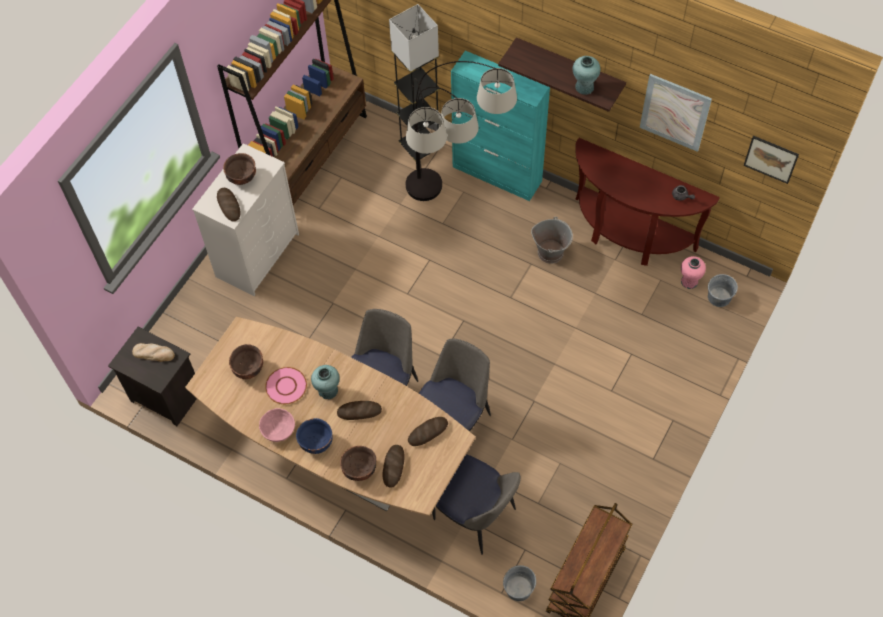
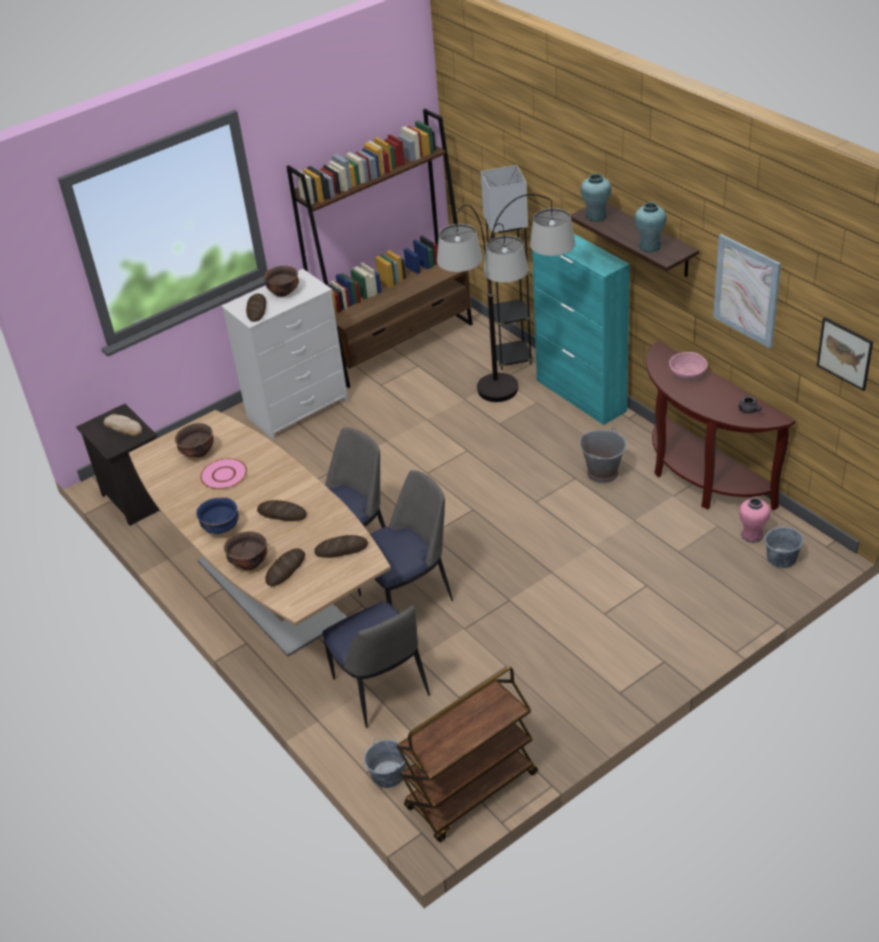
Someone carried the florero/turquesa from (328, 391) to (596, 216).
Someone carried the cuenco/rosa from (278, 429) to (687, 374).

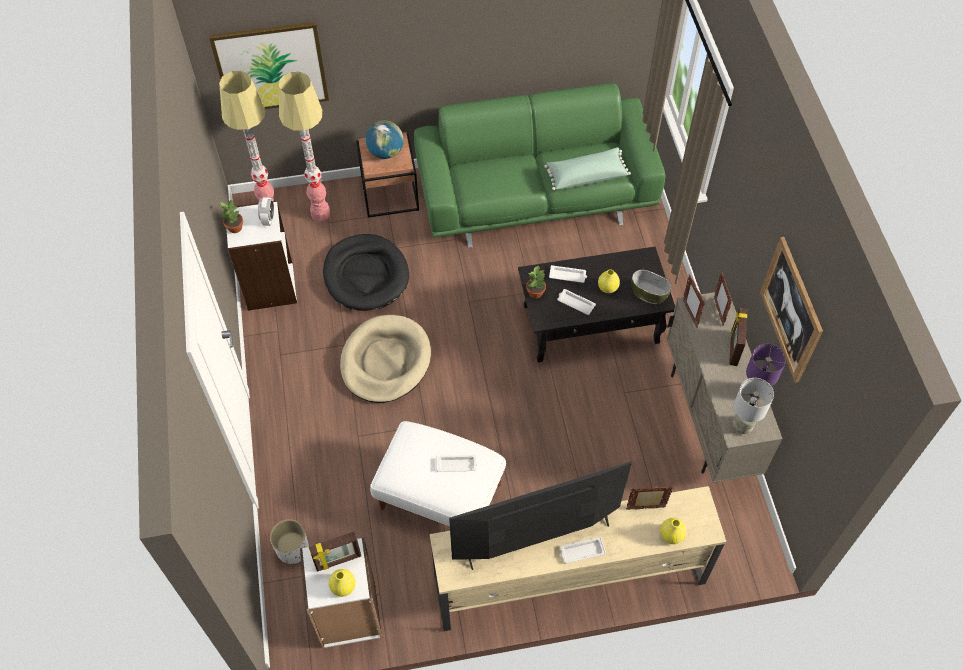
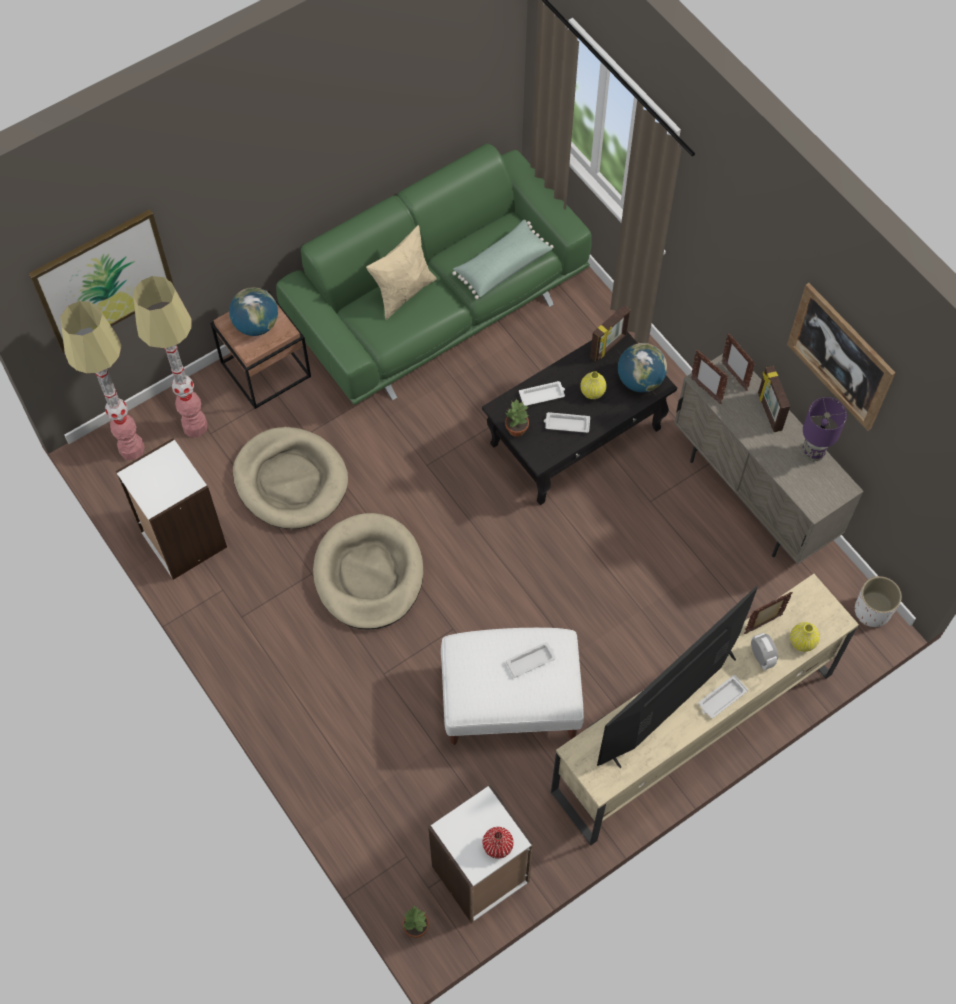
Someone carried the despertador from (268, 219) to (761, 657).
Someone carried the planta en maceta from (234, 227) to (415, 927).
Someone repainted the cama para perro/negro at (366, 275), which became the cama para perro/beis at (291, 480).
Someone swapped the cuenco at (649, 293) for the globo terráqueo at (640, 380).
Someone took away the lámpara de mesa/gris at (742, 426).
Someone carried the maceta/blanco from (293, 549) to (872, 611).
Someone carried the portarretratos from (338, 561) to (608, 346).
Someone repainted the florero/amarillo at (343, 587), which became the florero/rojo at (497, 846).
Someone put down the cojín/beis at (403, 292).

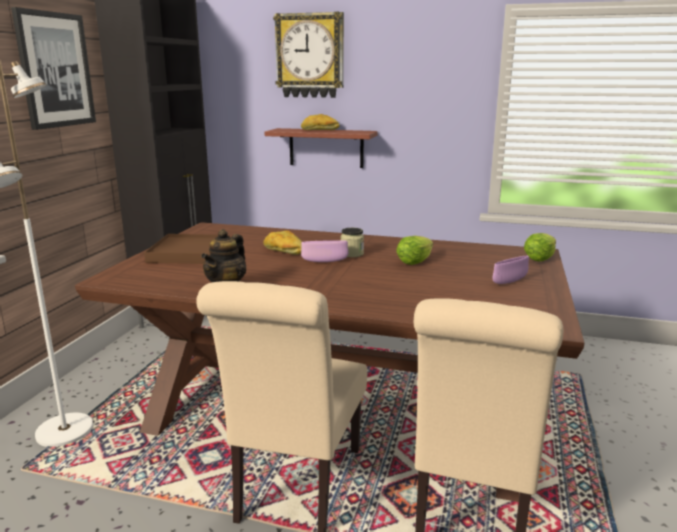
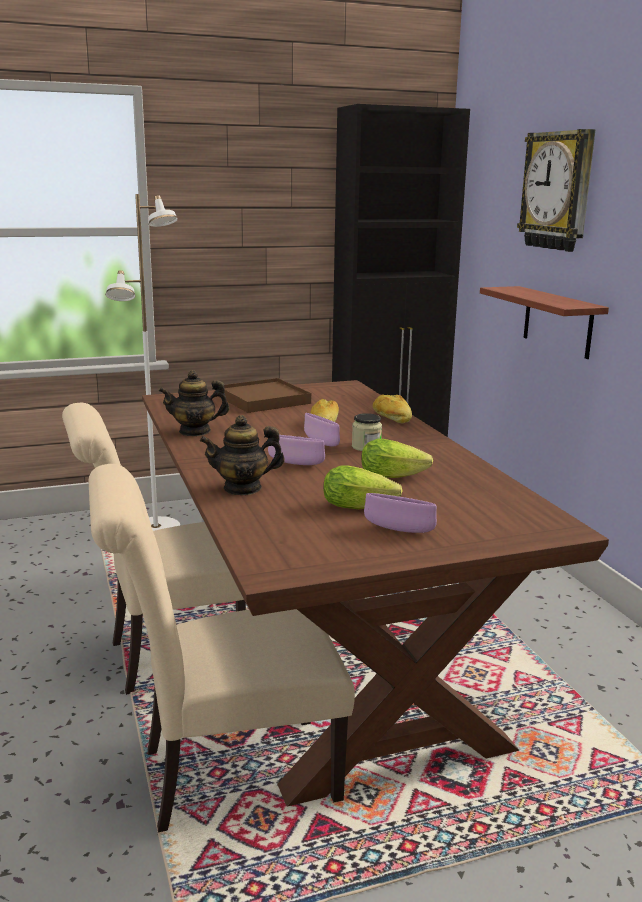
Someone took away the cuadro at (55, 70).
Someone carried the pan from (320, 130) to (391, 418).
Someone carried the lechuga from (541, 257) to (362, 506).
Someone put down the tetera at (243, 488).
Someone put down the cuenco/morado at (296, 464).

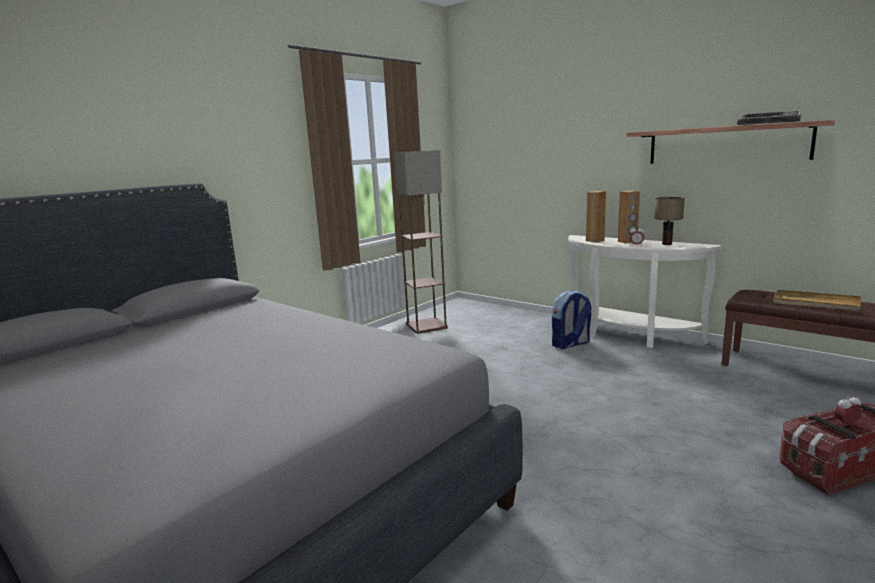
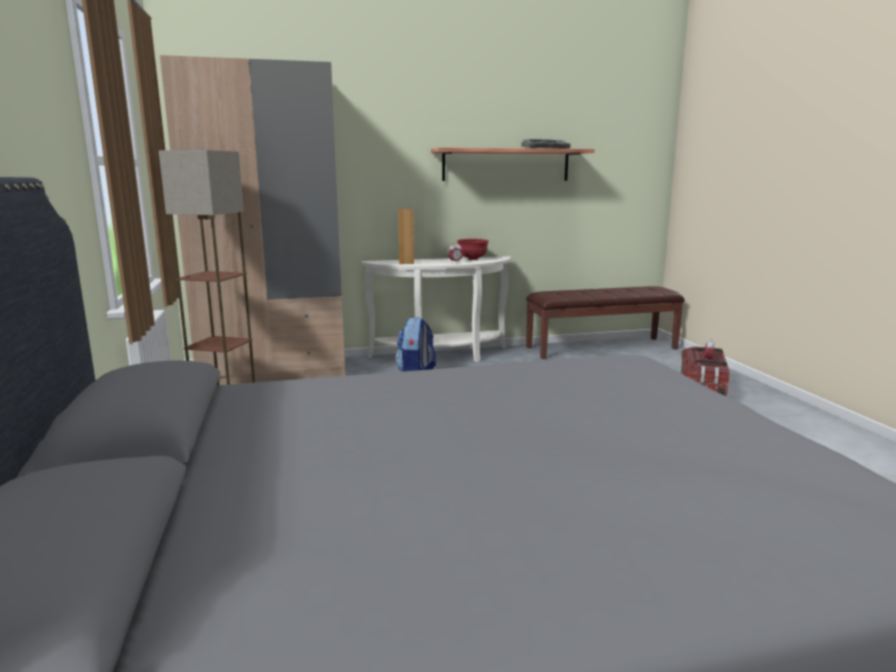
Someone took away the altavoz/marrón at (627, 242).
Someone swapped the lámpara de mesa at (666, 244) for the cuenco/rojo at (472, 259).
Someone took away the bandeja/beis at (815, 303).
Someone put down the armario ropero/beis at (275, 374).

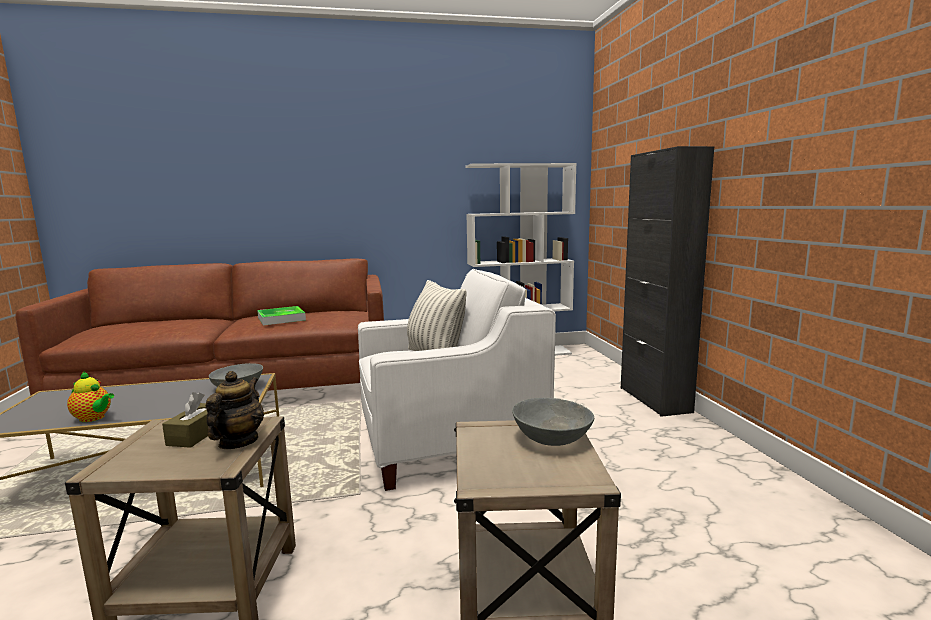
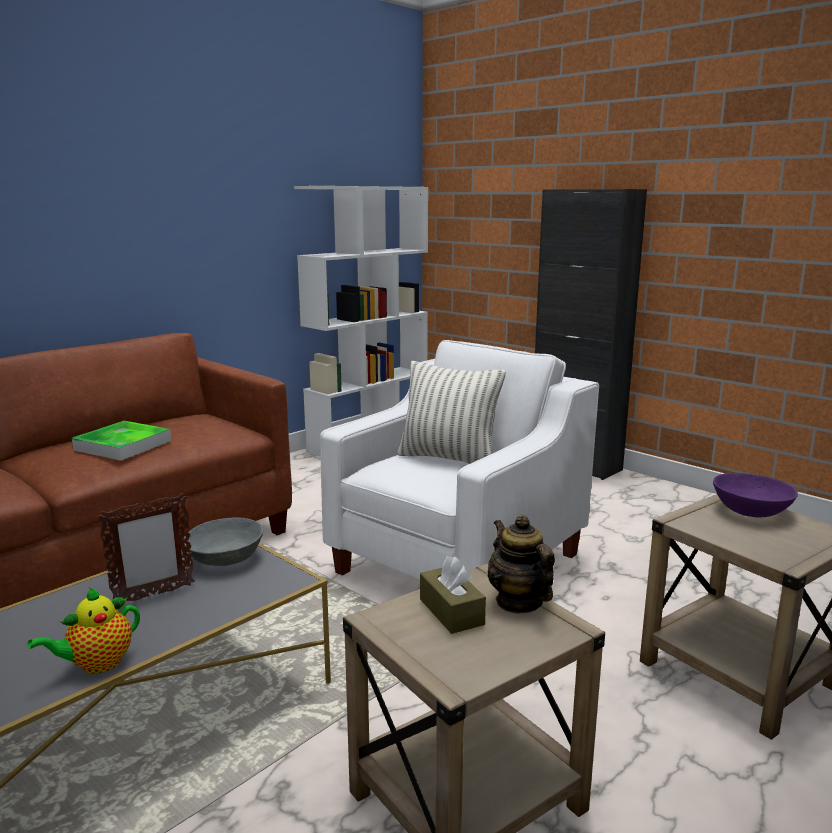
Someone rotated the tetera at (94, 418) by 150 degrees clockwise.
Someone repainted the cuenco/gris at (551, 439), which became the cuenco/morado at (751, 512).
Someone put down the portarretratos at (153, 595).

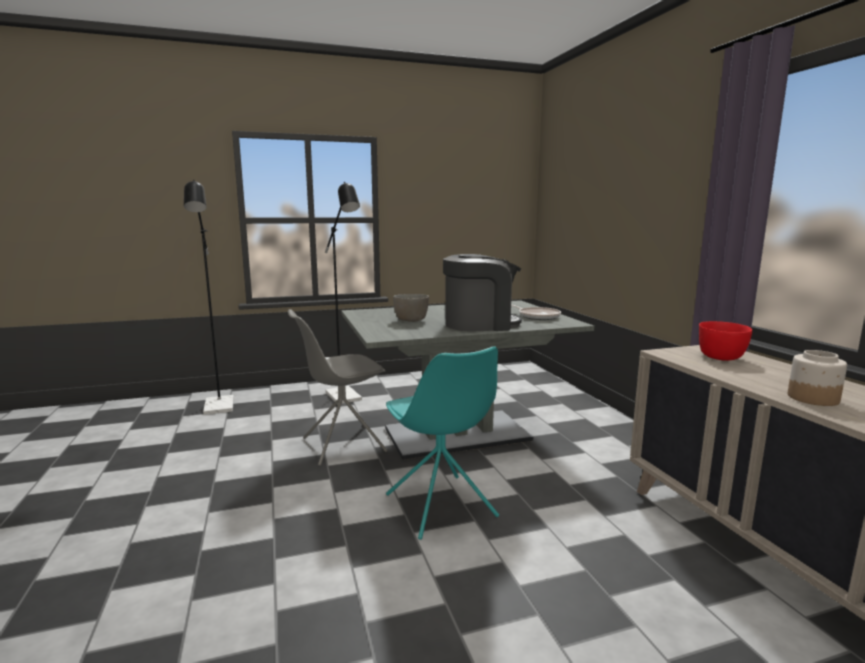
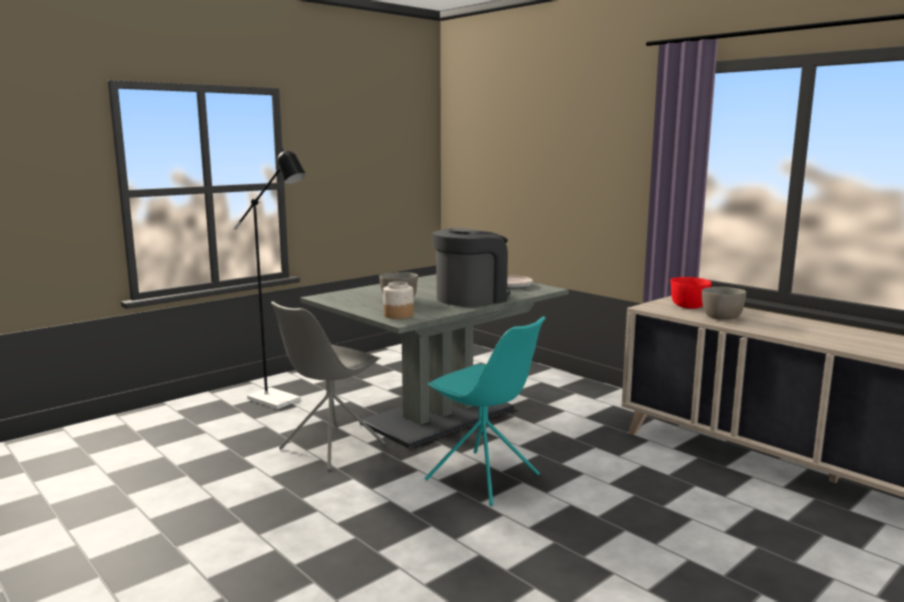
Someone took away the lámpara de pie/negro at (219, 408).
Someone carried the tarro from (812, 398) to (398, 315).
Someone put down the cuenco/gris at (721, 318).

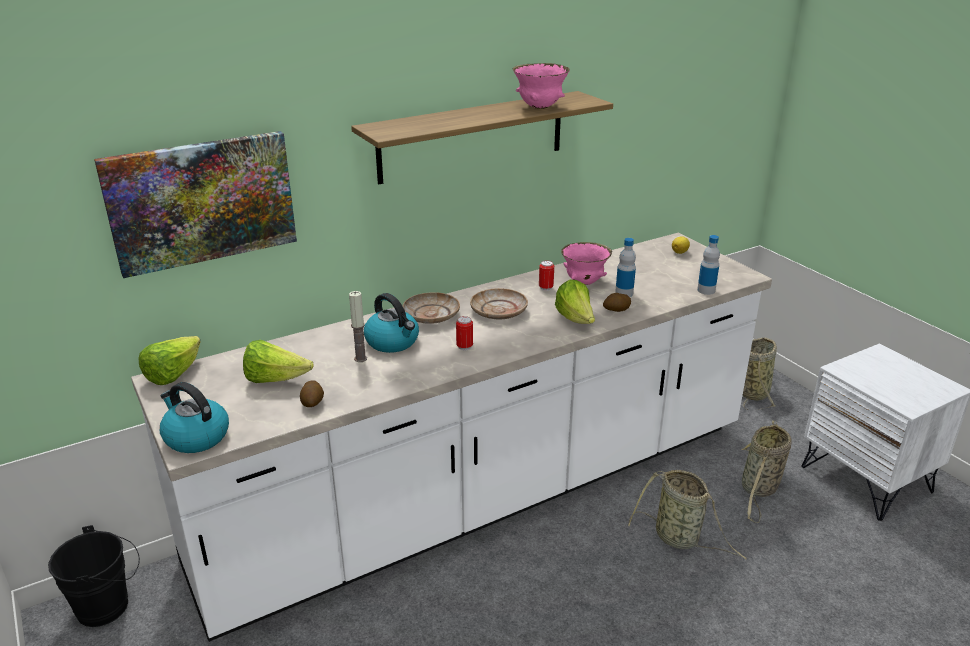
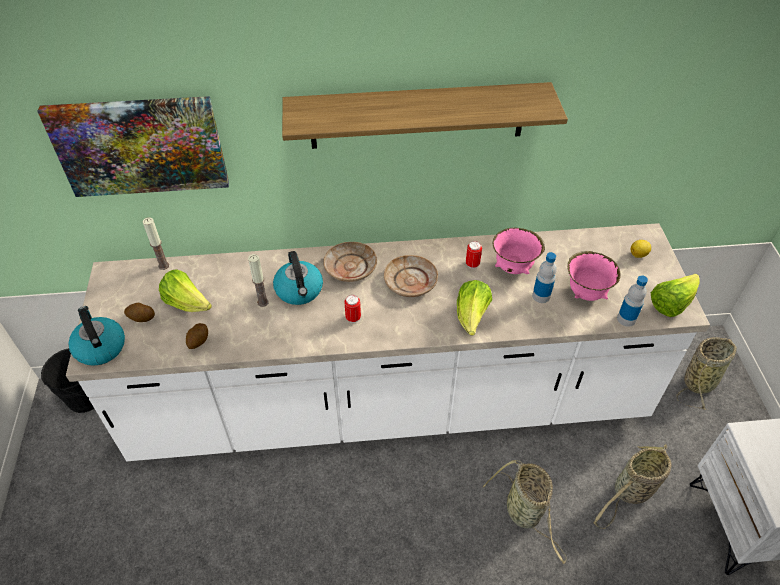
Someone carried the cuenco/rosa from (540, 107) to (586, 293).
Someone carried the patata from (616, 310) to (141, 318).
Someone carried the lechuga from (173, 374) to (671, 304).
Someone put down the vela at (163, 266).

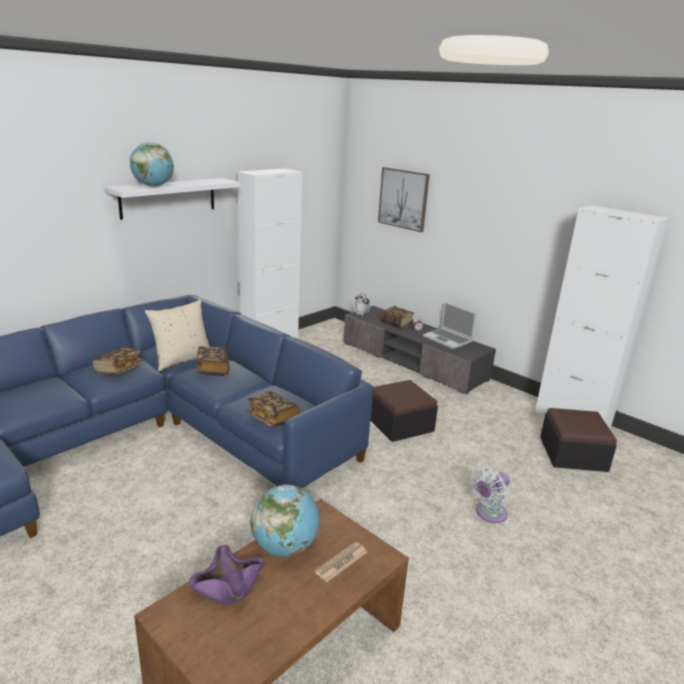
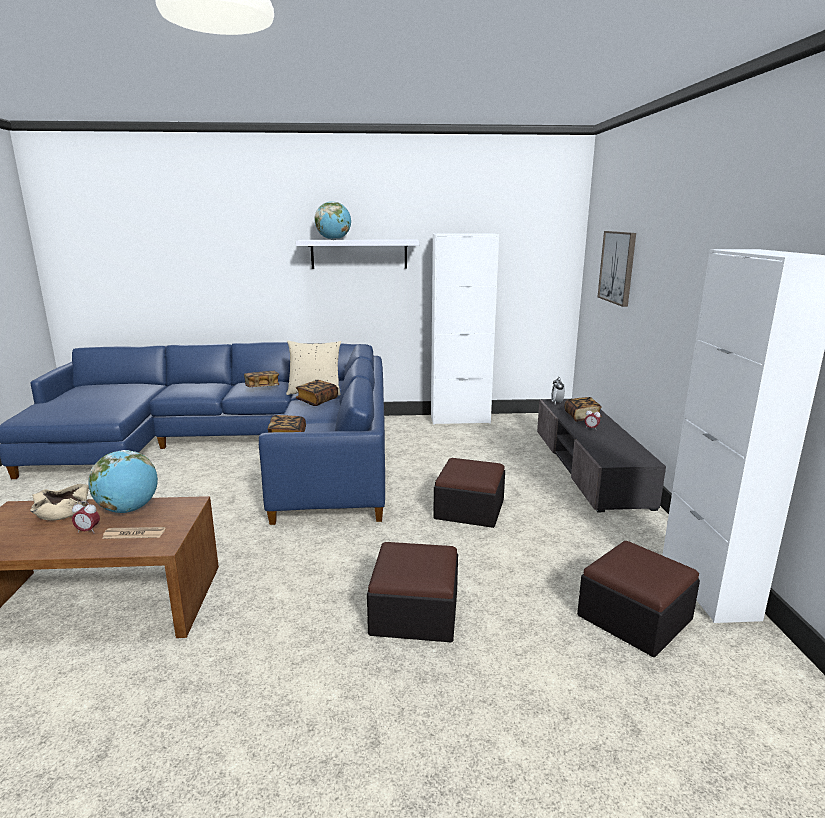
Someone took away the portátil at (448, 340).
Someone swapped the ventilador/blanco at (488, 513) for the puf at (414, 612).
Someone repainted the cuenco/morado at (227, 586), which became the cuenco/beis at (62, 511).
Someone put down the despertador at (88, 531).

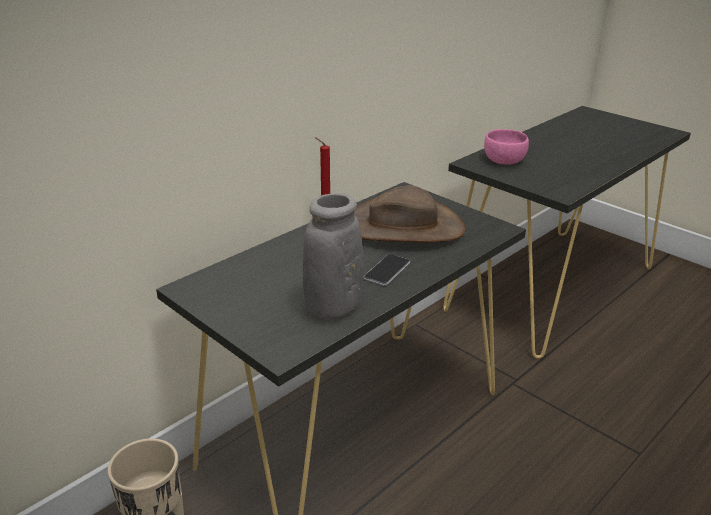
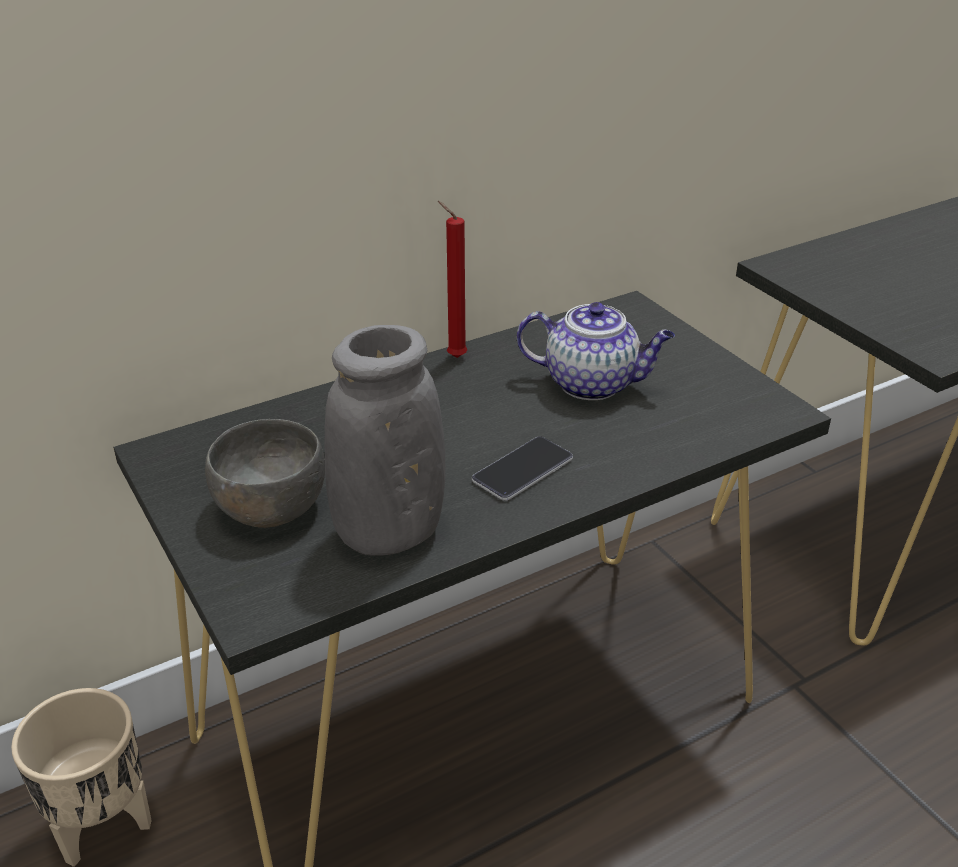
Someone took away the cuenco/rosa at (504, 161).
Someone swapped the sombrero/marrón at (403, 227) for the tetera at (593, 383).
Someone put down the cuenco/gris at (270, 508).

